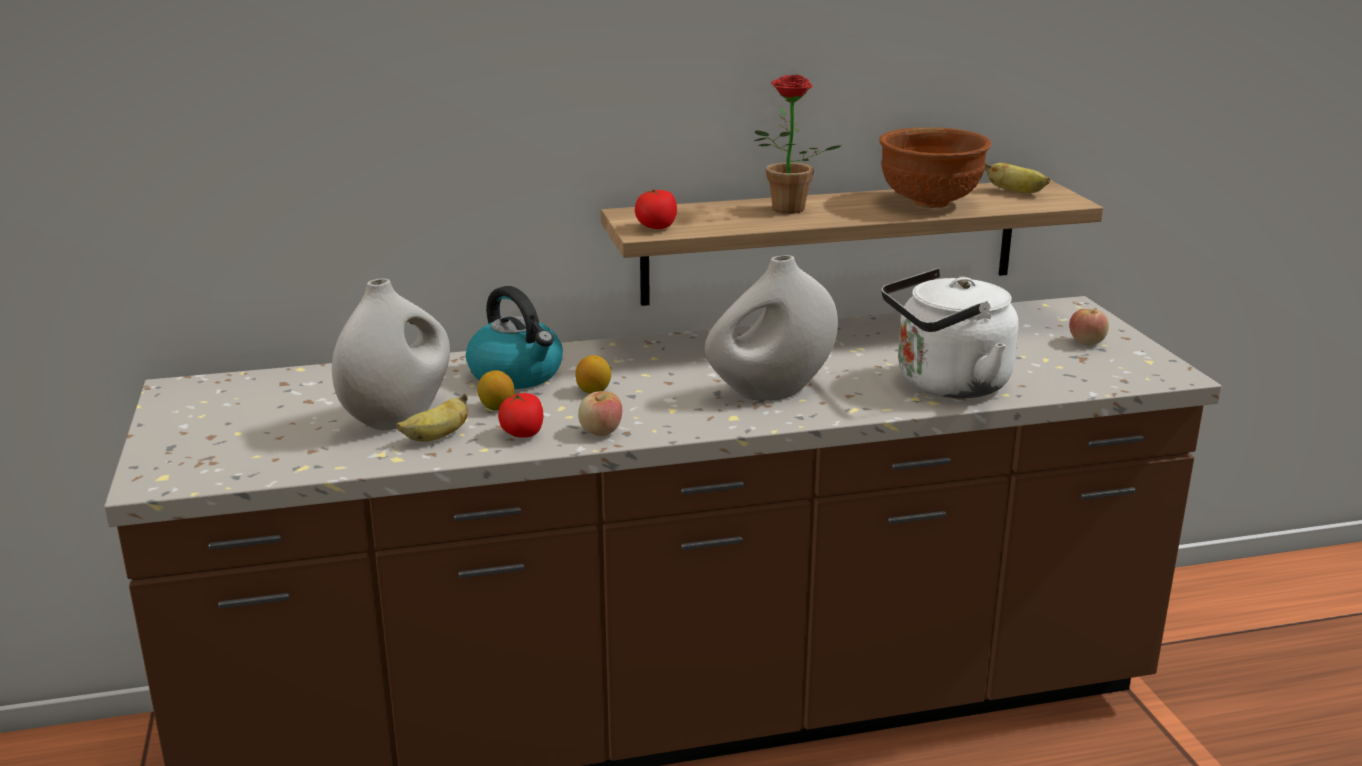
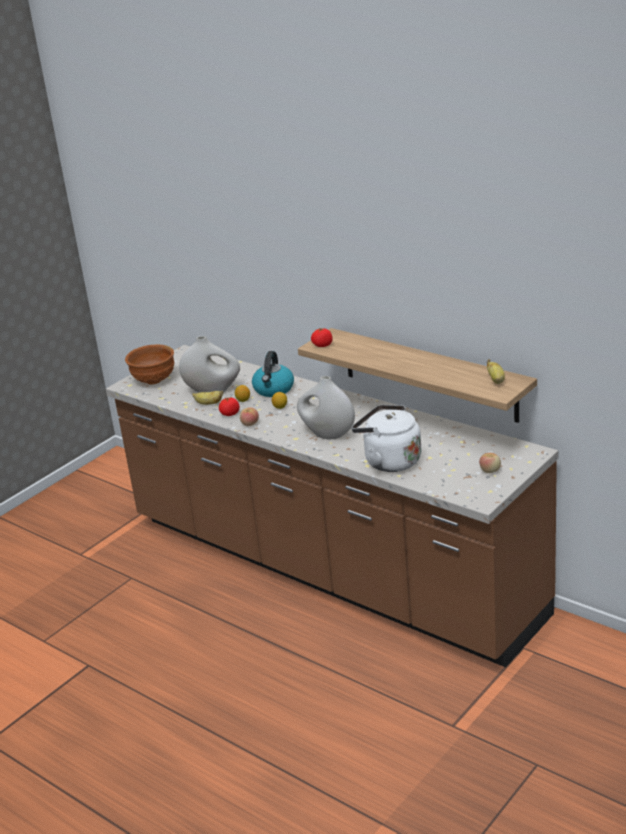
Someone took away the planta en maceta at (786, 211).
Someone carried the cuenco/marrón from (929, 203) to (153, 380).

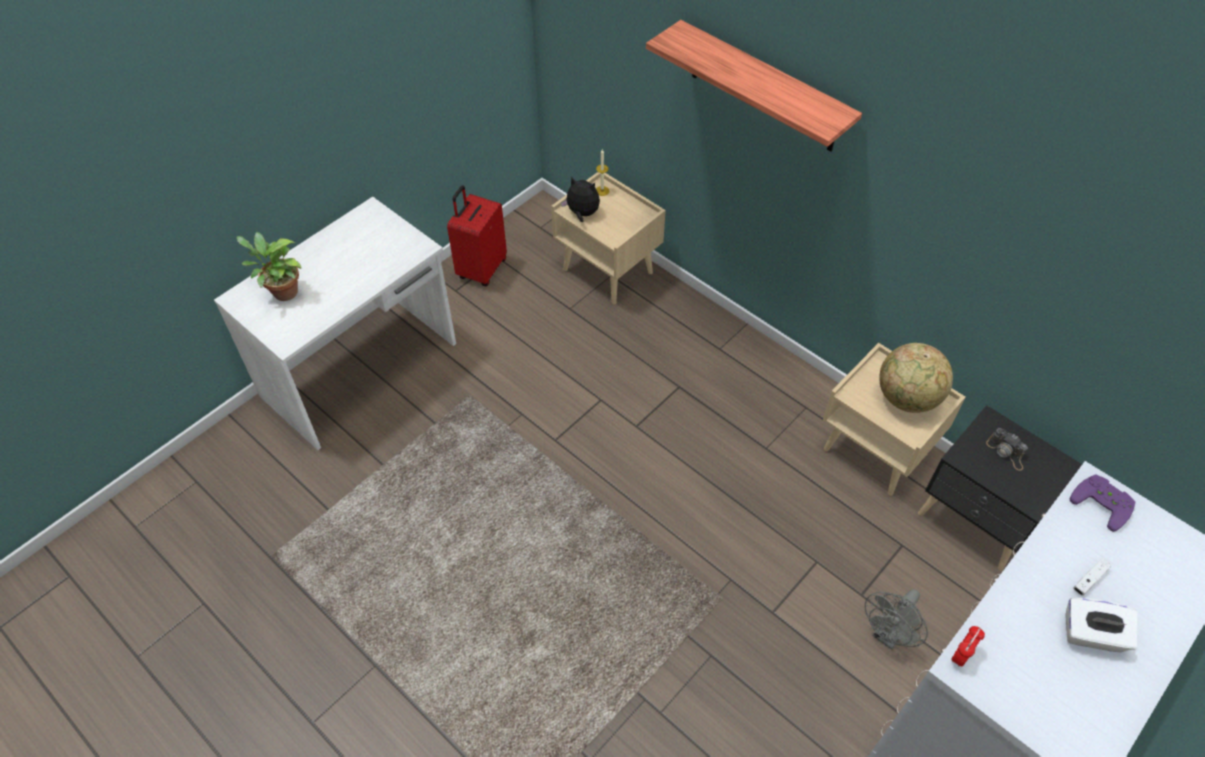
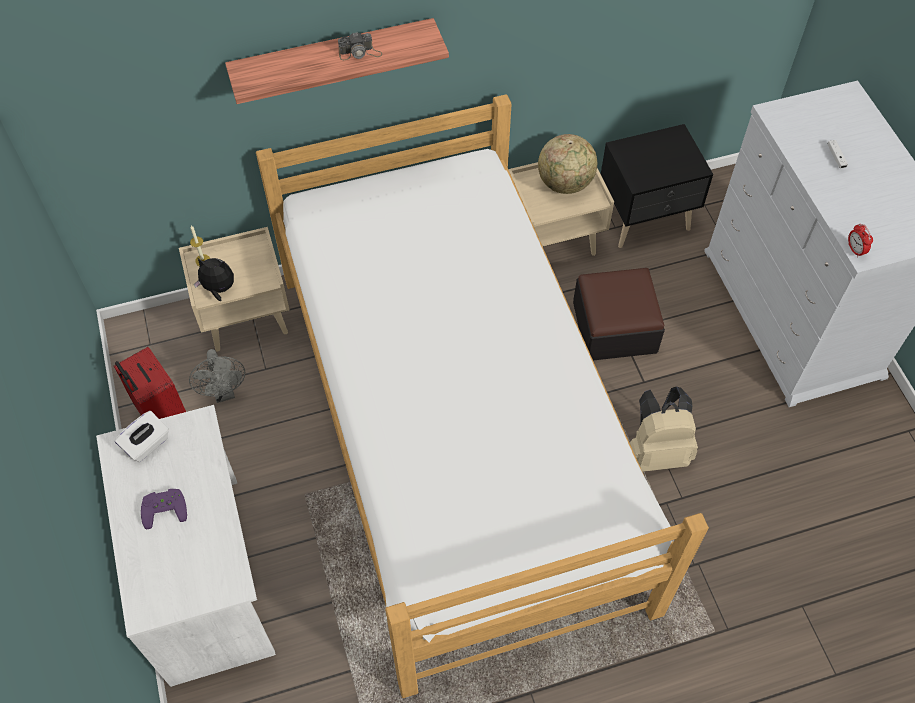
Someone rotated the peluche at (582, 214) by 45 degrees clockwise.
Someone took away the planta en maceta at (282, 292).
Someone carried the cámara from (1006, 452) to (360, 53).
Someone carried the mando de consola/morado from (1103, 502) to (165, 507).
Someone carried the ventilador/gris from (888, 635) to (224, 392).
Someone carried the caja de pañuelos/blanco from (1091, 634) to (147, 444).
Someone put down the cama at (458, 431).
Someone put down the puf at (614, 327).
Someone put down the mochila/beis at (656, 452).

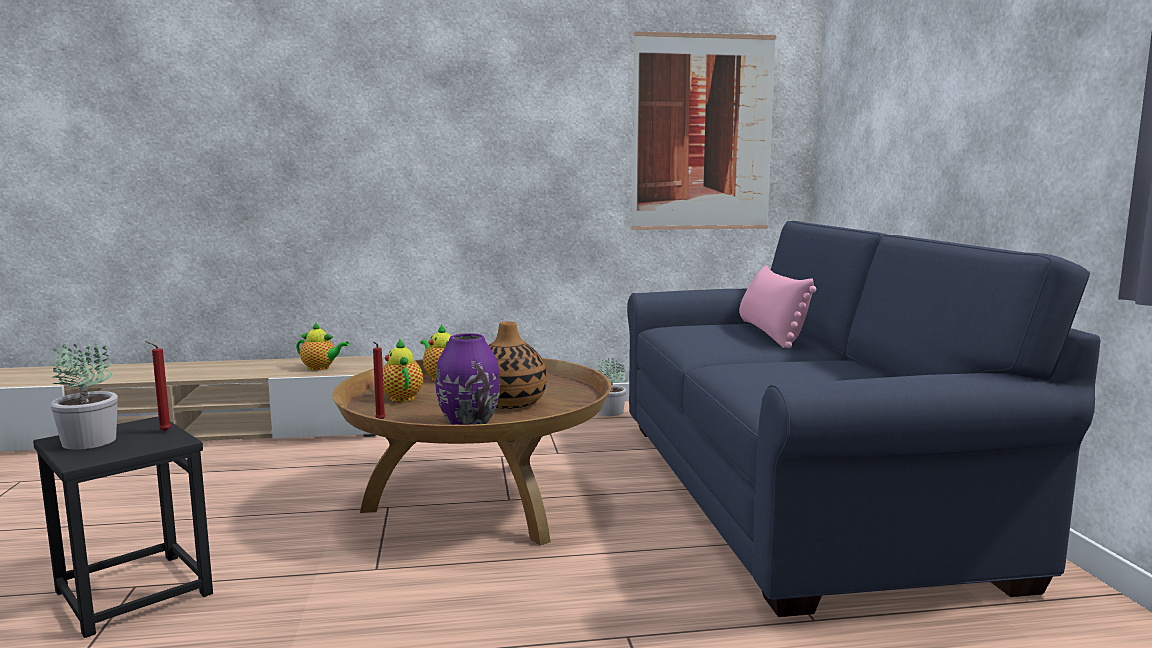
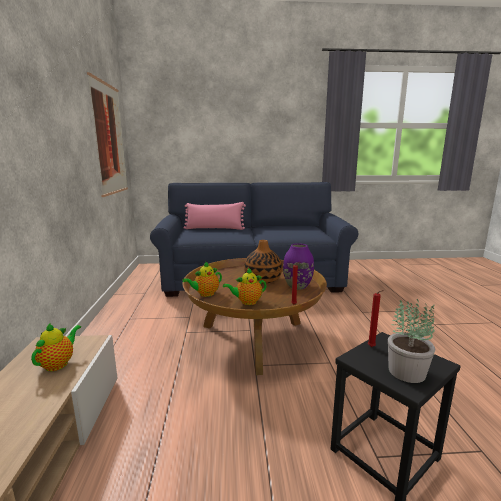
Someone took away the planta en maceta at (610, 412).

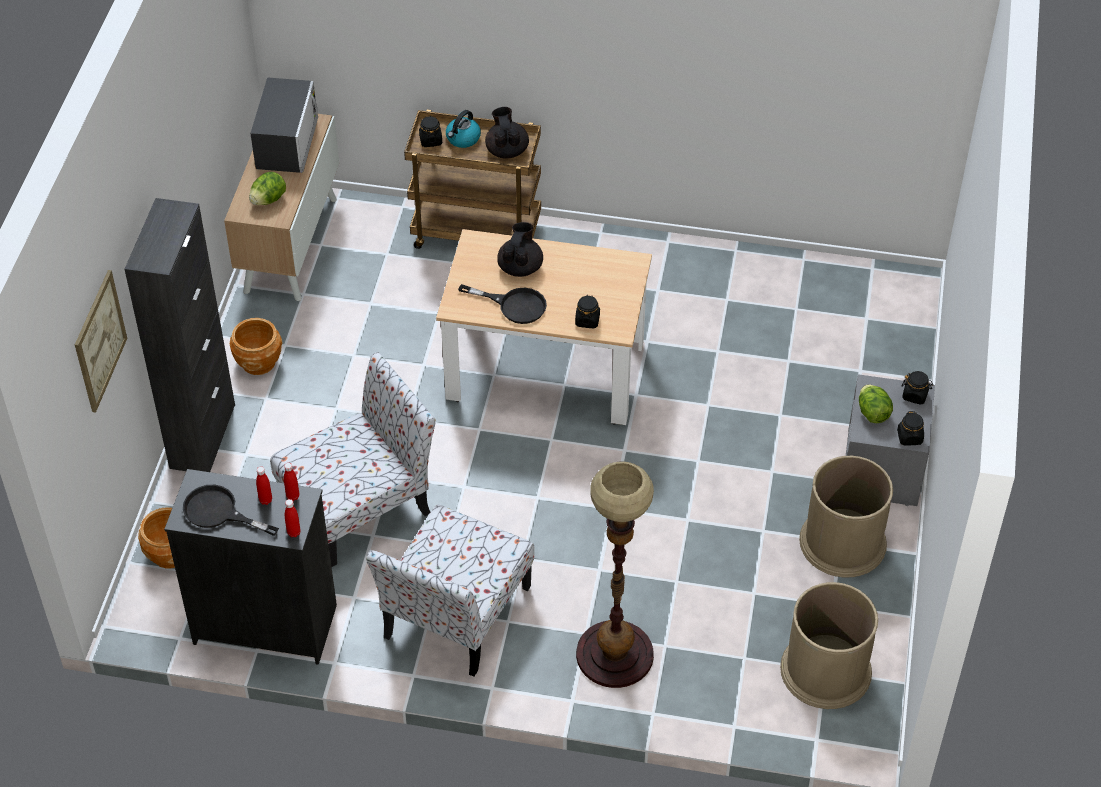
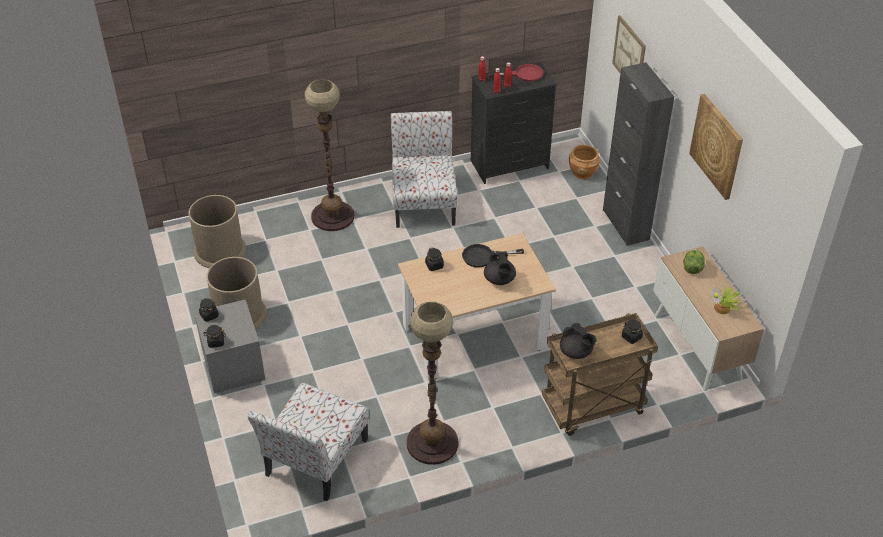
Someone swapped the microondas at (287, 143) for the planta en maceta at (723, 308).
Someone took away the hervidor at (463, 139).
Someone took away the maceta/marrón at (258, 362).
Someone carried the silla from (359, 505) to (315, 459).
Someone took away the lechuga at (872, 413).
Someone repainted the sartén/negro at (219, 512), which became the sartén/rojo at (523, 74).
Someone put up the cuadro at (717, 146).
Someone put down the lámpara de pie at (432, 443).

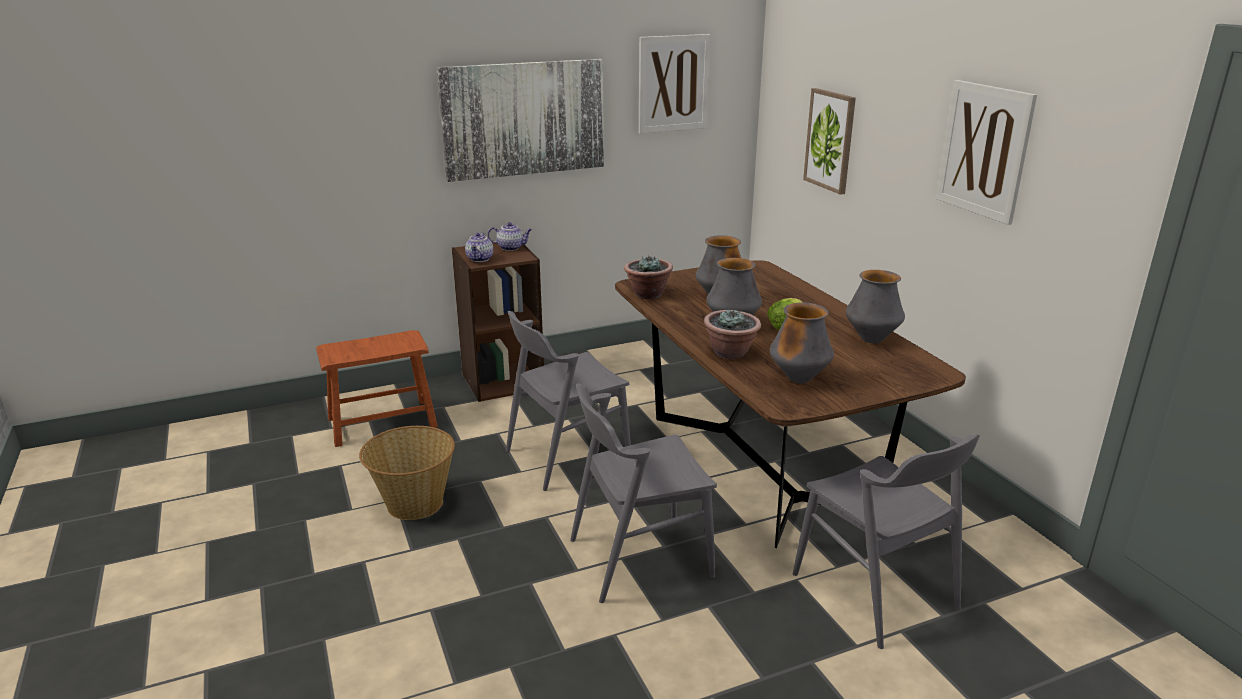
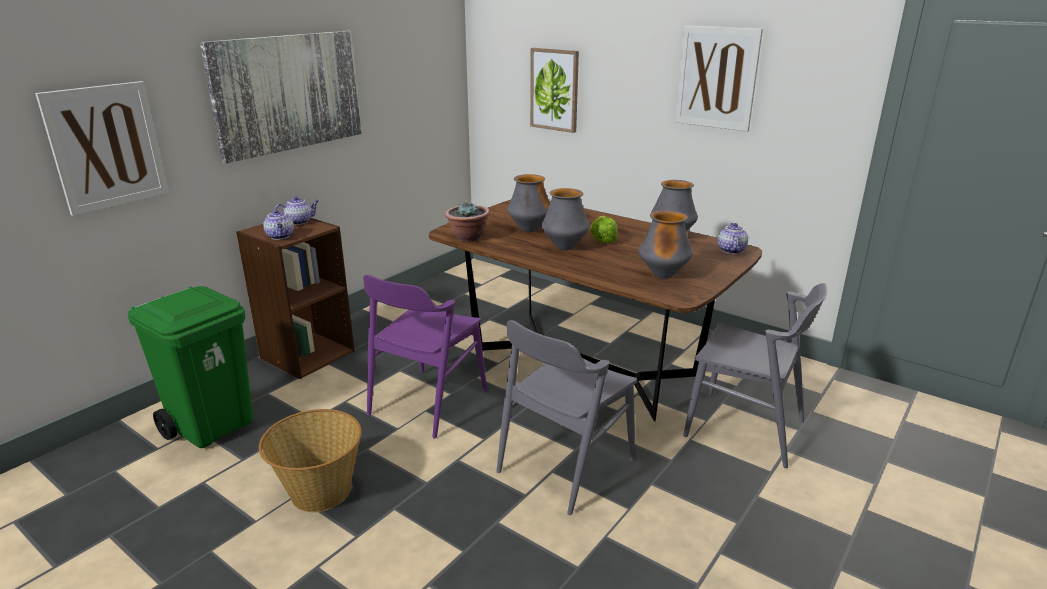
Someone carried the cuadro from (673, 83) to (106, 147).
Someone took away the planta en maceta at (730, 353).
Someone repainted the silla/gris at (567, 456), which became the silla/morado at (427, 402).
Someone swapped the taburete/marrón at (382, 422) for the papelera/verde at (213, 426).
Someone put down the tetera at (730, 250).

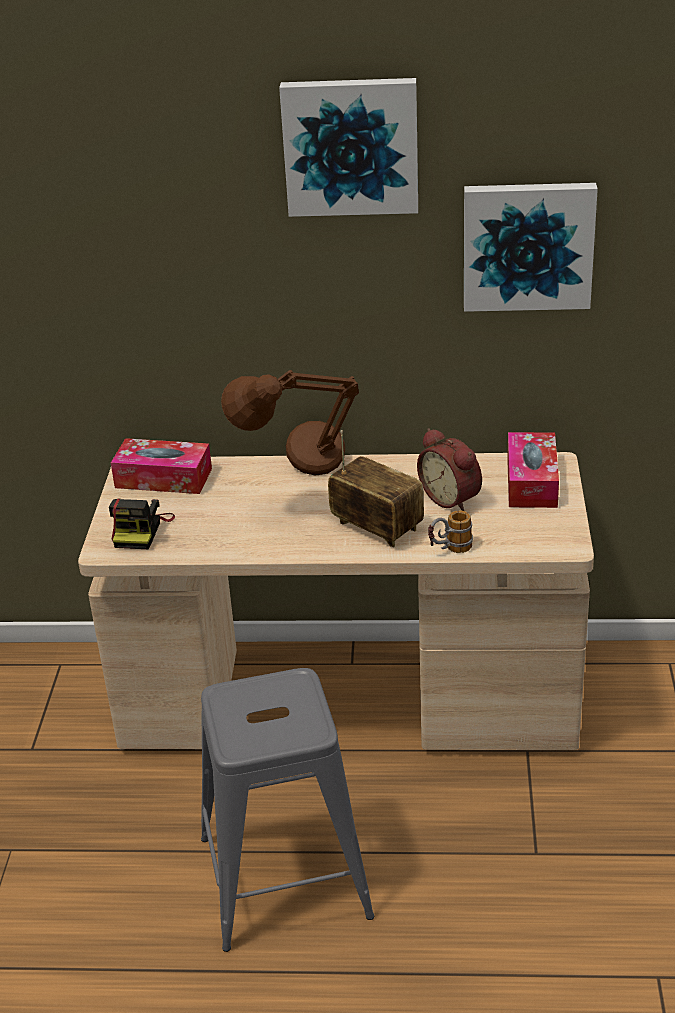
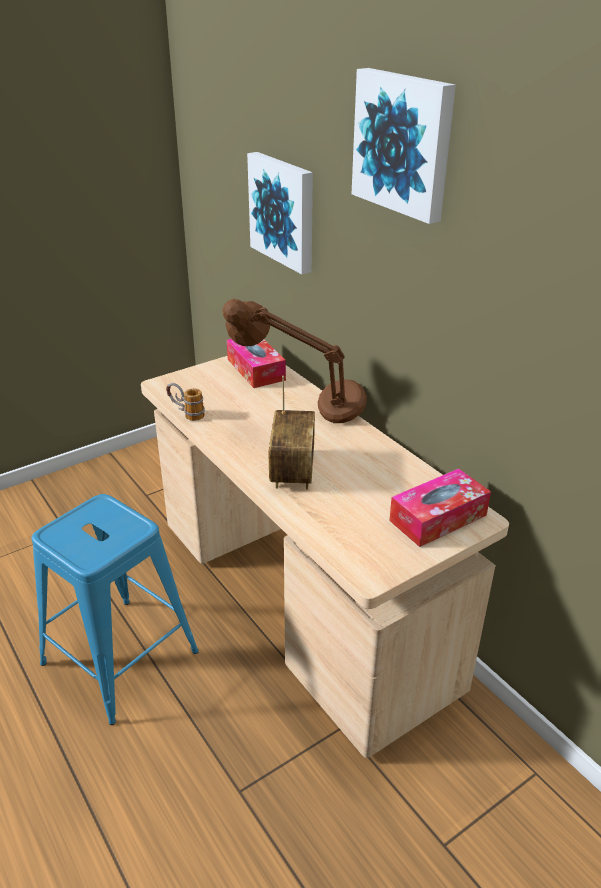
Someone carried the cuadro from (527, 245) to (284, 211).
Someone took away the despertador at (452, 498).
Someone took away the cámara at (141, 530).
Someone carried the taza grande from (449, 550) to (186, 414).
Someone repainted the taburete/gris at (285, 876), which became the taburete/azul at (121, 657).

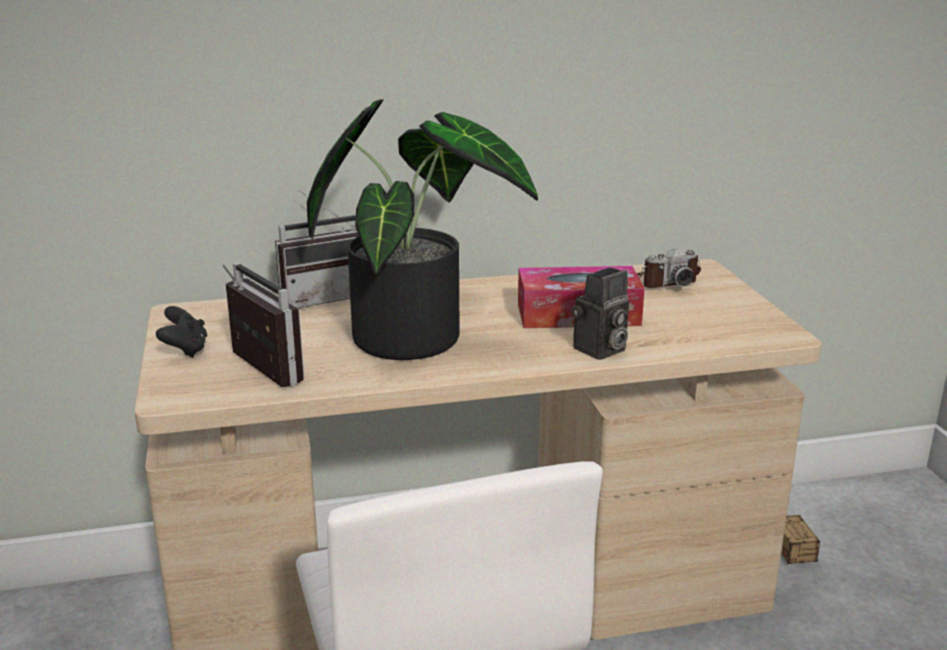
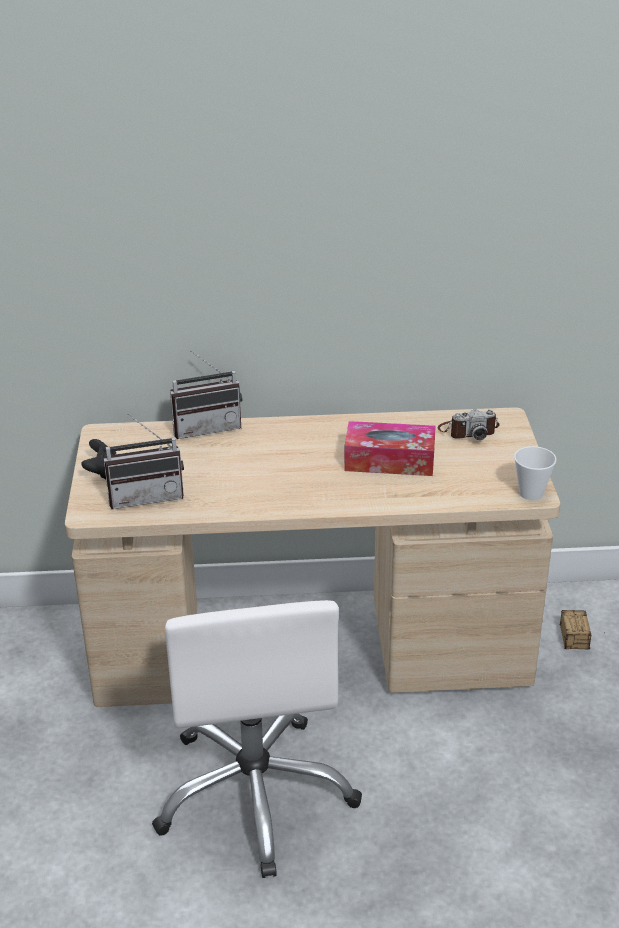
Someone took away the planta en maceta at (417, 335).
Someone rotated the radio at (255, 372) by 105 degrees clockwise.
Someone took away the cámara at (600, 350).
Someone put down the taza at (531, 493).

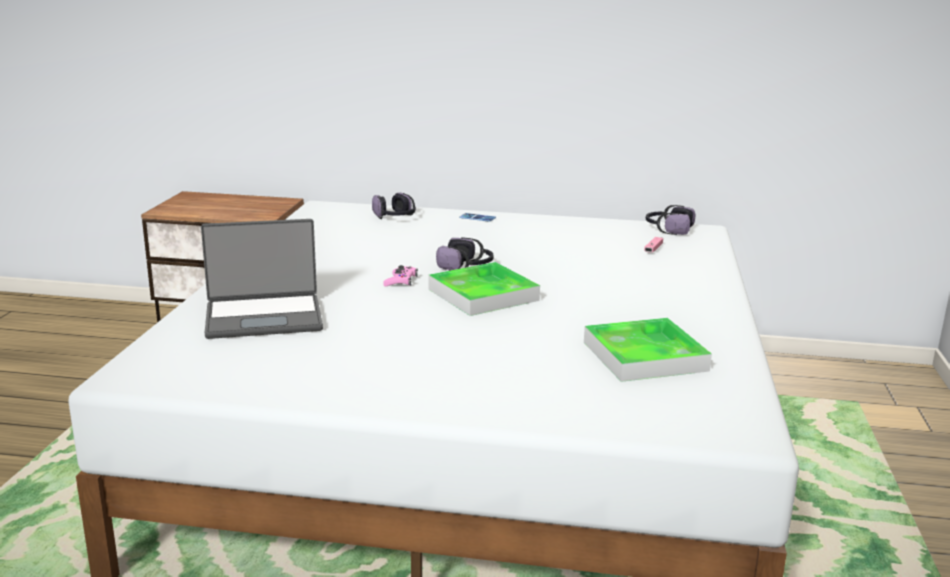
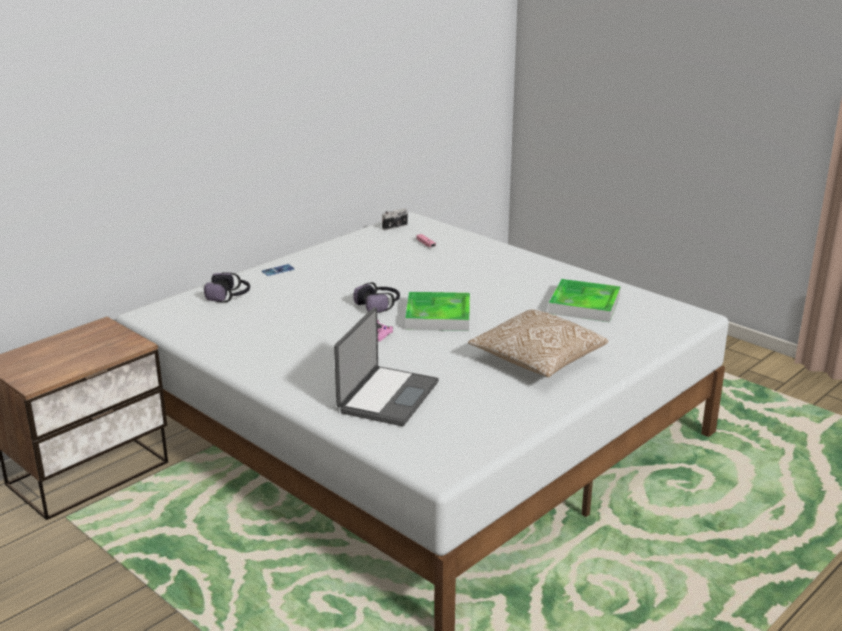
Someone swapped the auriculares at (668, 229) for the cámara at (395, 227).
Someone put down the cojín at (537, 360).

